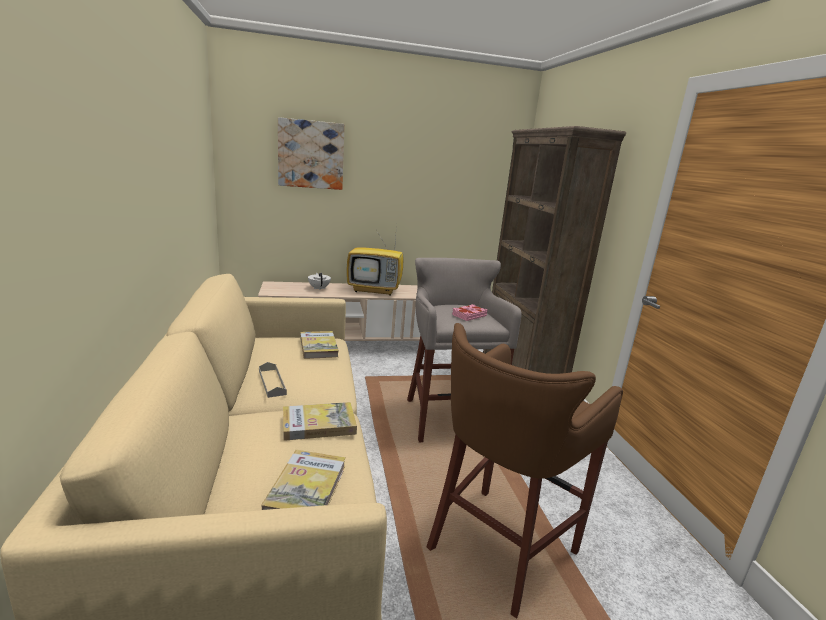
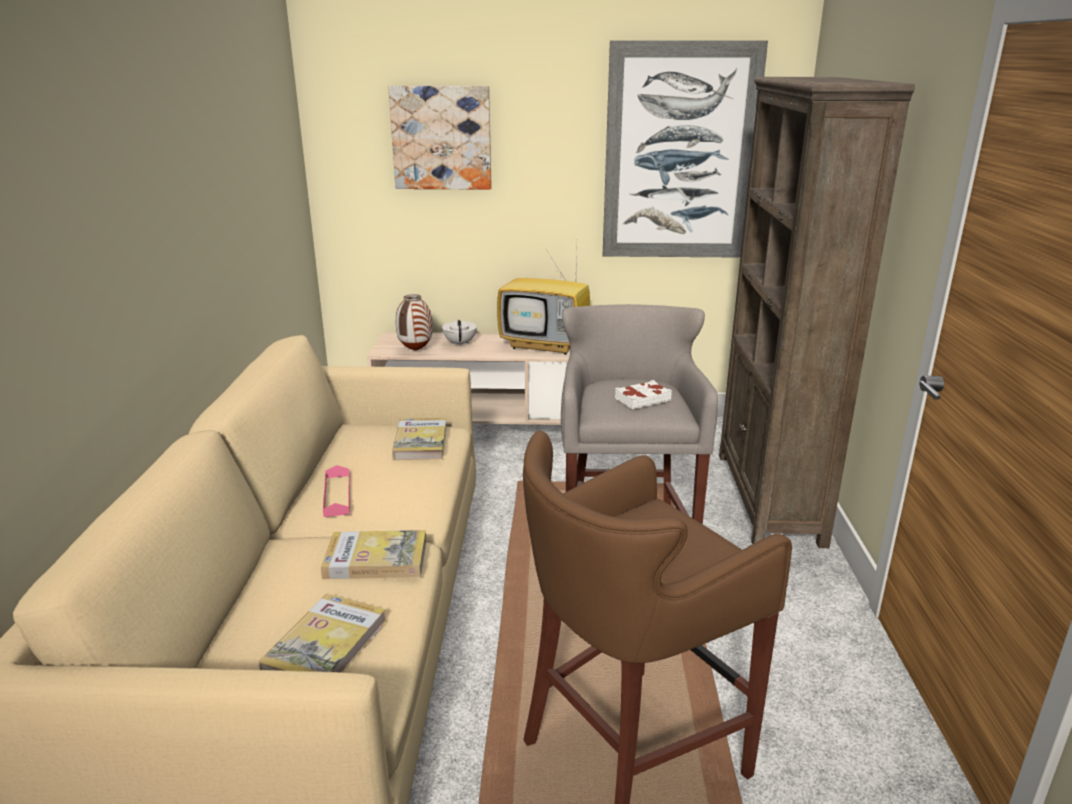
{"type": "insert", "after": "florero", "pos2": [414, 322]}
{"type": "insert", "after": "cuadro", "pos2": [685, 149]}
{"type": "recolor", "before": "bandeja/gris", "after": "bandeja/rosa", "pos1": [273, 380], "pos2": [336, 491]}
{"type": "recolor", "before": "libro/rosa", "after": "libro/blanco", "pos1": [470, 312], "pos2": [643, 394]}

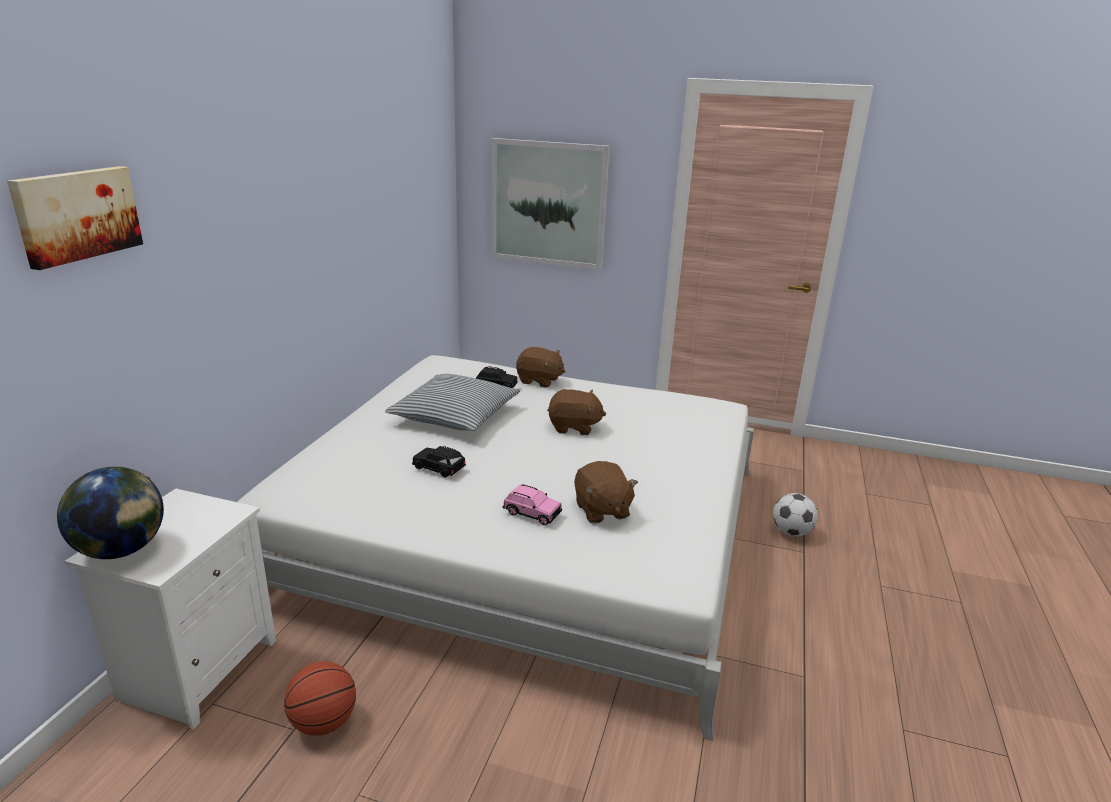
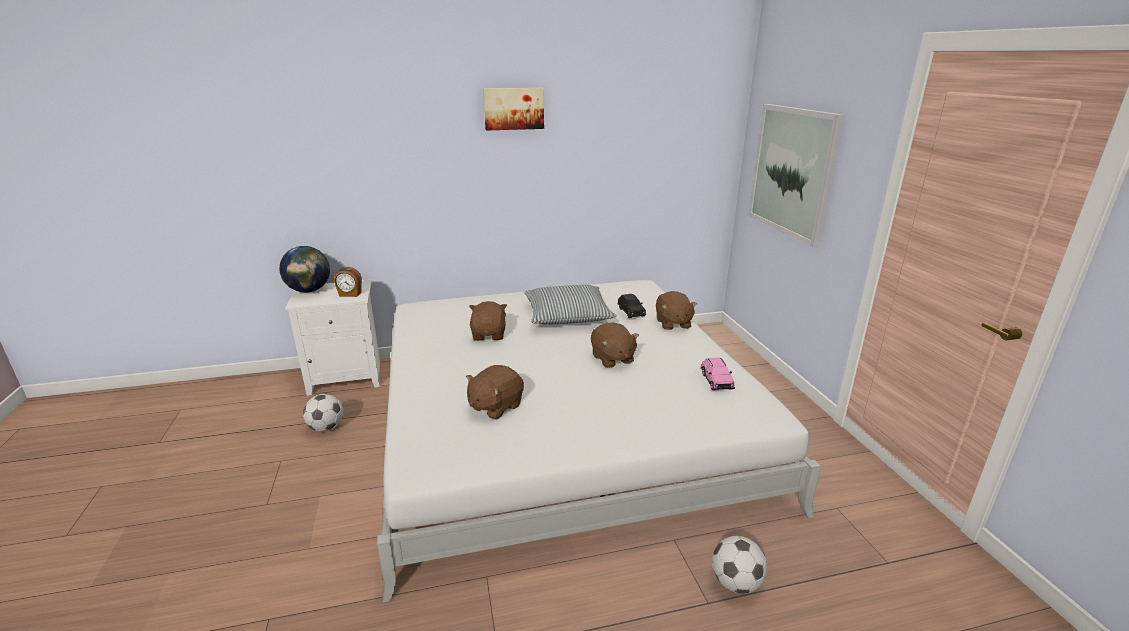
{"type": "insert", "after": "despertador", "pos2": [348, 282]}
{"type": "move", "before": "cuadro", "pos1": [75, 218], "pos2": [513, 109]}
{"type": "move", "before": "coche de juguete/rosa", "pos1": [532, 504], "pos2": [718, 374]}
{"type": "replace", "before": "balón de baloncesto", "after": "balón de fútbol", "pos1": [320, 698], "pos2": [323, 413]}
{"type": "replace", "before": "coche de juguete/negro", "after": "peluche/marrón", "pos1": [439, 462], "pos2": [488, 321]}

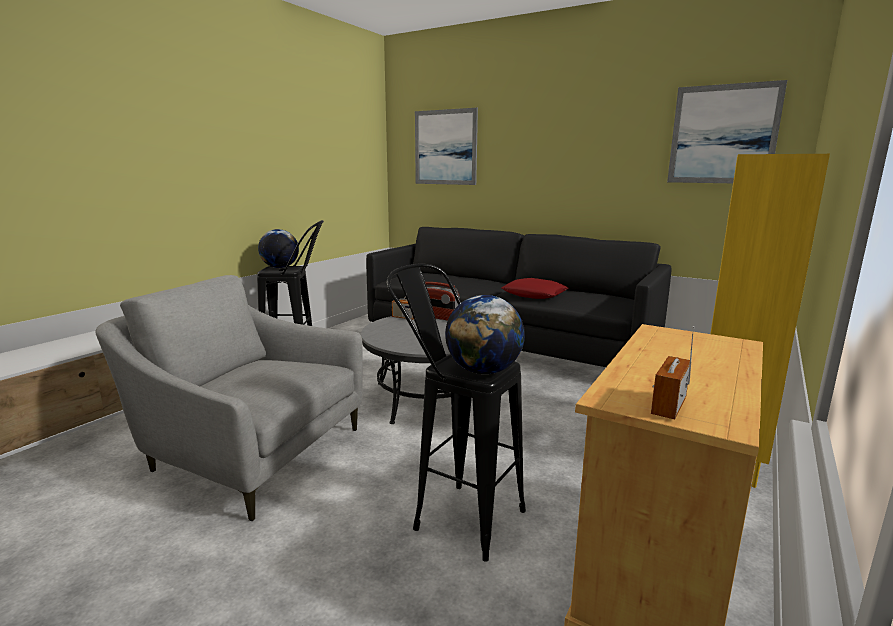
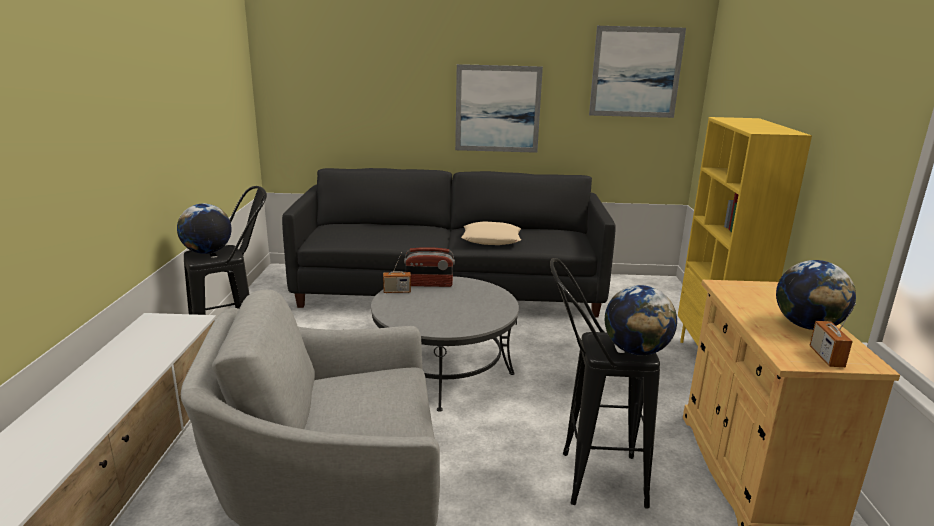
{"type": "insert", "after": "globo terráqueo", "pos2": [816, 295]}
{"type": "move", "before": "cuadro", "pos1": [446, 146], "pos2": [499, 108]}
{"type": "recolor", "before": "cojín/rojo", "after": "cojín/beis", "pos1": [535, 288], "pos2": [491, 233]}

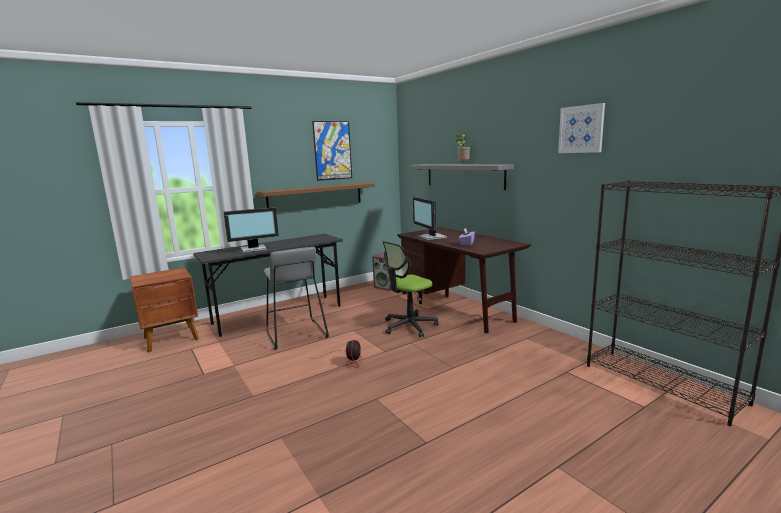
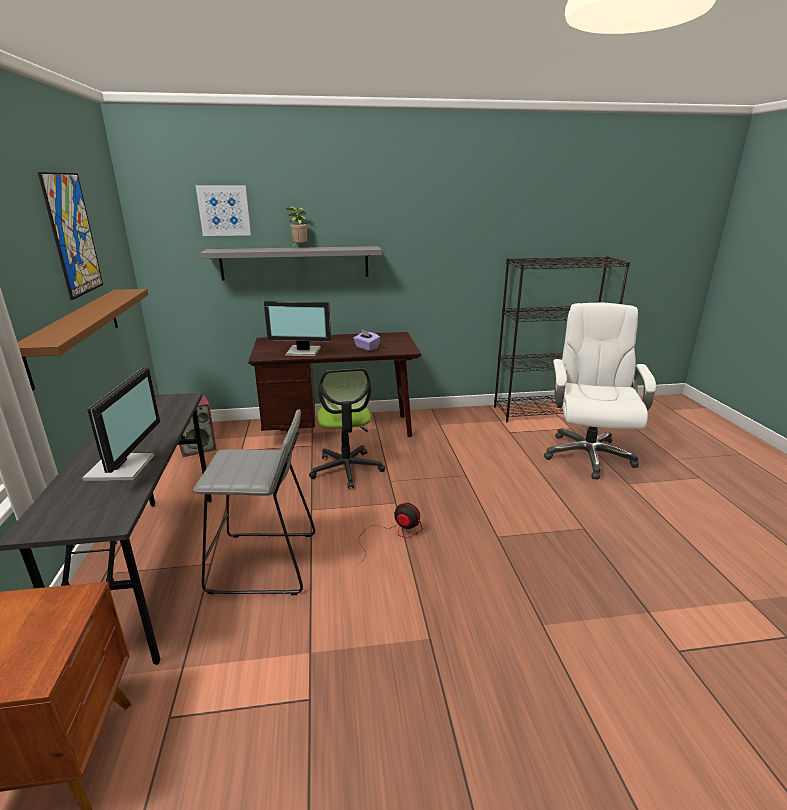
{"type": "insert", "after": "silla de oficina/blanco", "pos2": [600, 391]}
{"type": "move", "before": "cuadro", "pos1": [581, 128], "pos2": [223, 210]}

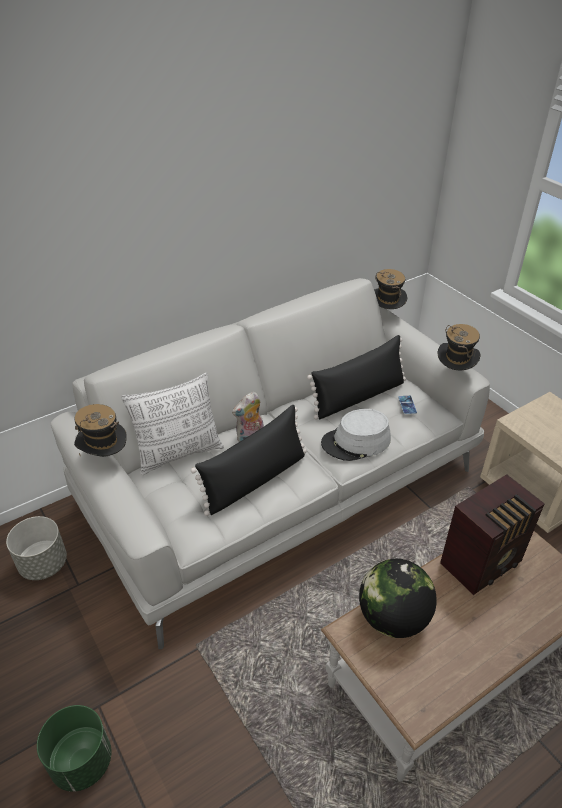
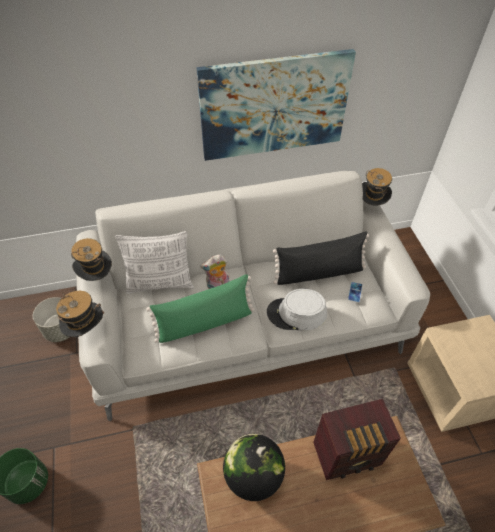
{"type": "insert", "after": "cuadro", "pos2": [276, 105]}
{"type": "move", "before": "sombrero", "pos1": [459, 347], "pos2": [80, 314]}
{"type": "recolor", "before": "cojín/negro", "after": "cojín/verde", "pos1": [249, 460], "pos2": [200, 308]}

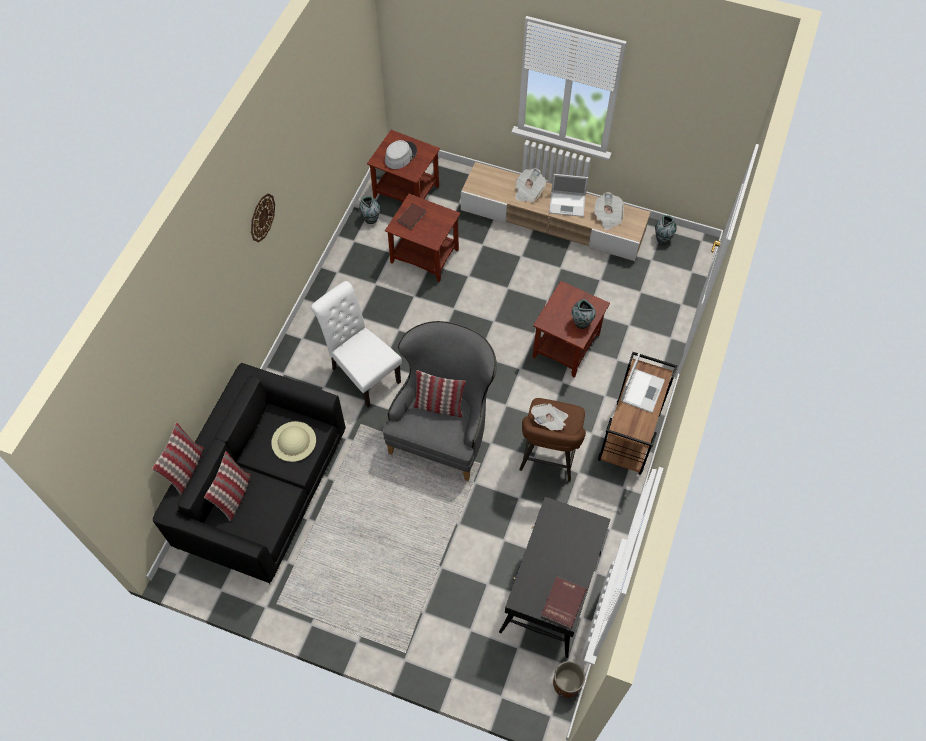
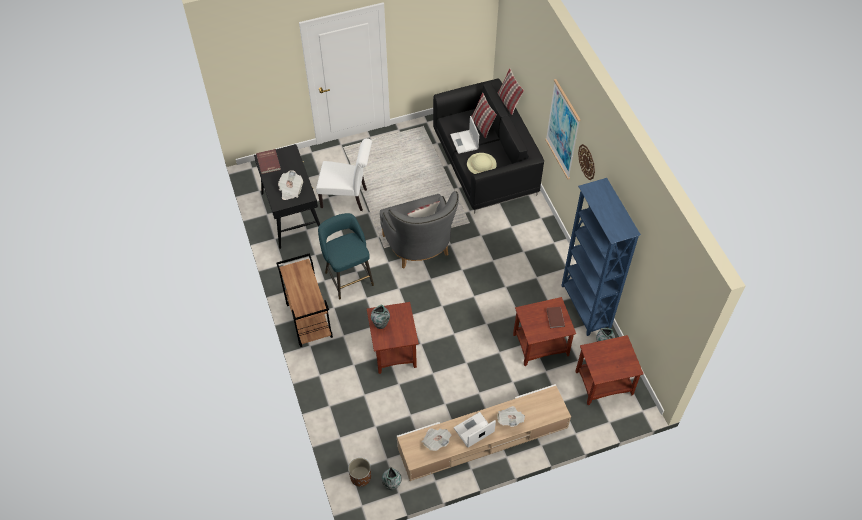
{"type": "delete", "before": "sombrero/gris", "pos1": [401, 154]}
{"type": "insert", "after": "cuadro", "pos2": [562, 129]}
{"type": "insert", "after": "estantería/azul", "pos2": [601, 257]}
{"type": "move", "before": "silla/blanco", "pos1": [356, 344], "pos2": [344, 174]}
{"type": "move", "before": "periódico", "pos1": [549, 416], "pos2": [290, 185]}
{"type": "move", "before": "maceta/marrón", "pos1": [569, 679], "pos2": [359, 472]}
{"type": "move", "before": "portátil", "pos1": [643, 383], "pos2": [464, 135]}
{"type": "recolor", "before": "taburete/marrón", "after": "taburete/turquesa", "pos1": [552, 439], "pos2": [346, 256]}

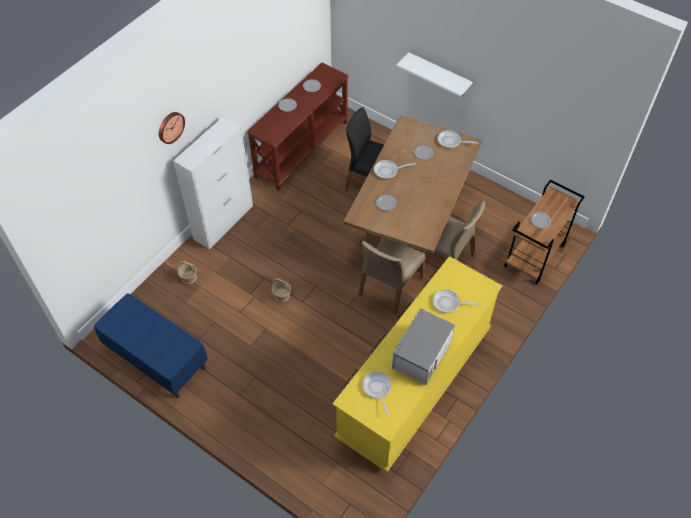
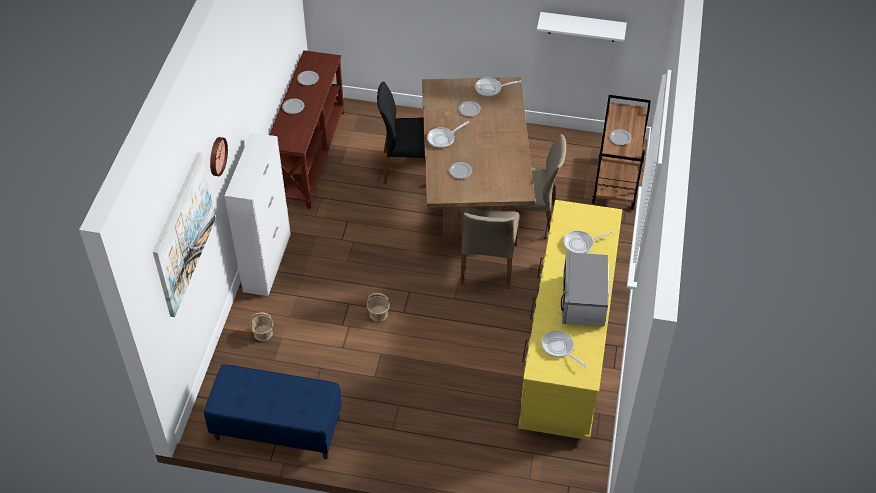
{"type": "insert", "after": "cuadro", "pos2": [184, 234]}
{"type": "move", "before": "estante/blanco", "pos1": [434, 74], "pos2": [582, 27]}

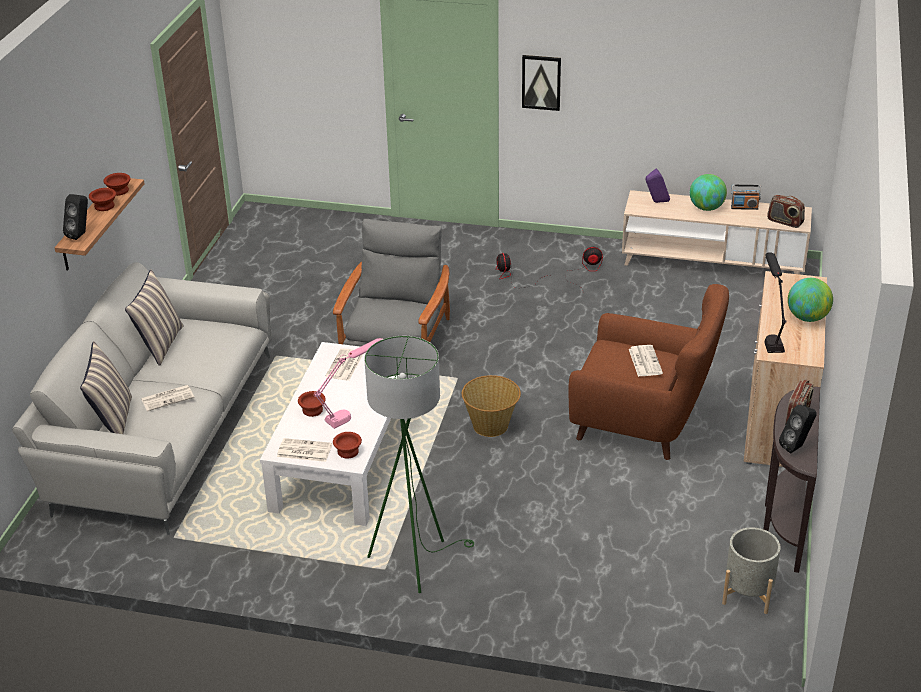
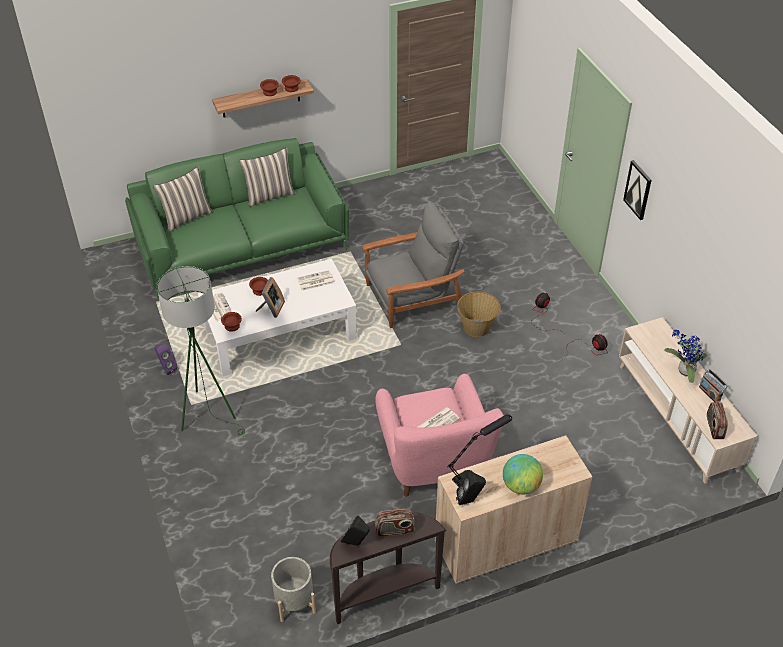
{"type": "delete", "before": "periódico", "pos1": [167, 398]}
{"type": "move", "before": "altavoz/negro", "pos1": [75, 217], "pos2": [471, 488]}
{"type": "move", "before": "cesta", "pos1": [491, 406], "pos2": [479, 314]}
{"type": "move", "before": "altavoz/morado", "pos1": [658, 185], "pos2": [165, 359]}
{"type": "replace", "before": "lámpara de mesa/rosa", "after": "portarretratos", "pos1": [348, 383], "pos2": [270, 297]}
{"type": "replace", "before": "globo terráqueo", "after": "planta en maceta", "pos1": [708, 192], "pos2": [685, 356]}
{"type": "recolor", "before": "sofá/gris", "after": "sofá/verde", "pos1": [142, 398], "pos2": [237, 218]}
{"type": "recolor", "before": "sillón/marrón", "after": "sillón/rosa", "pos1": [648, 372], "pos2": [440, 435]}

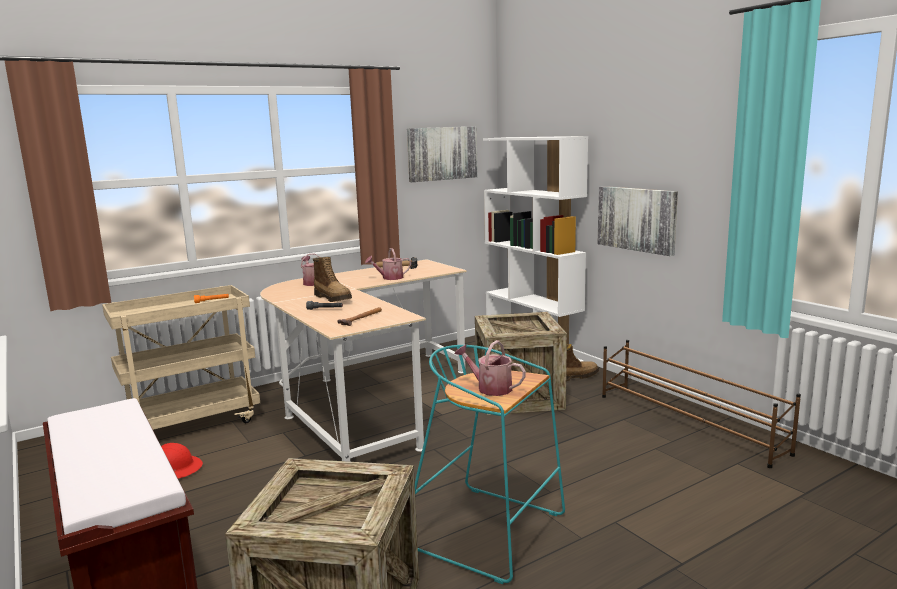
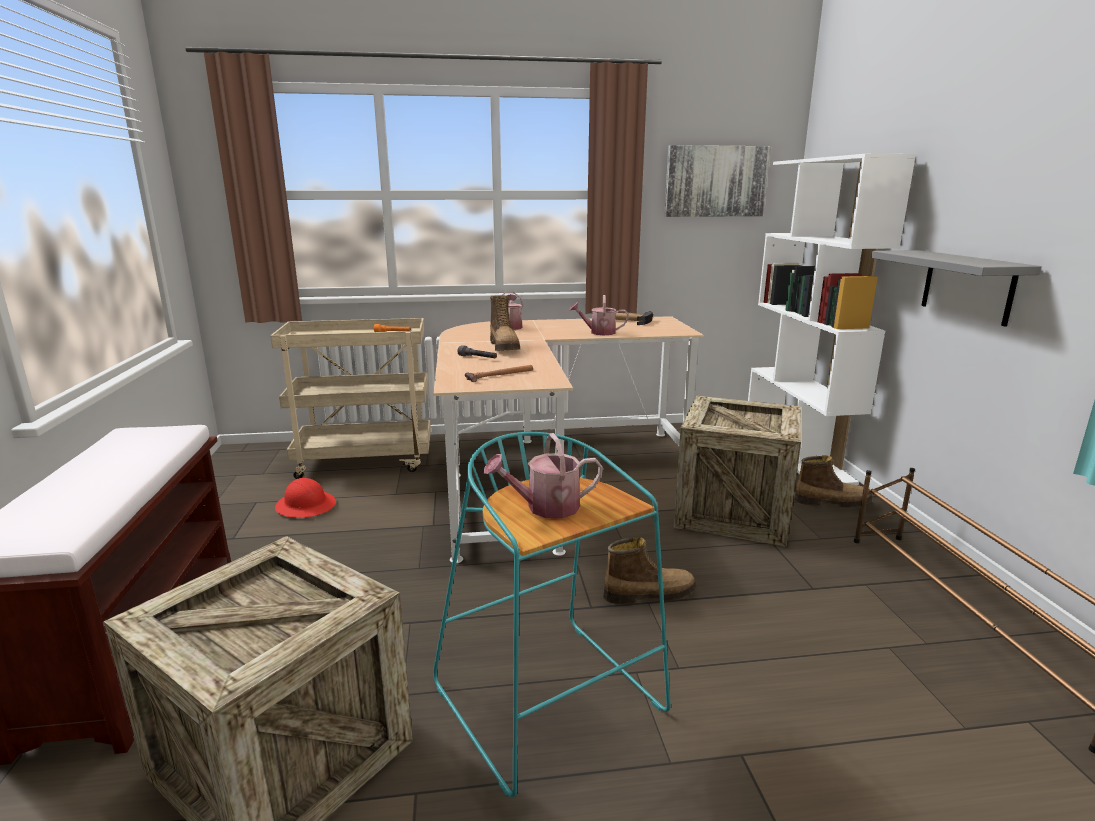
{"type": "insert", "after": "bota", "pos2": [650, 570]}
{"type": "replace", "before": "cuadro", "after": "estante/gris", "pos1": [638, 221], "pos2": [956, 288]}
{"type": "rotate", "before": "regadera", "pos1": [490, 368], "pos2": [543, 475], "turn": -75}

